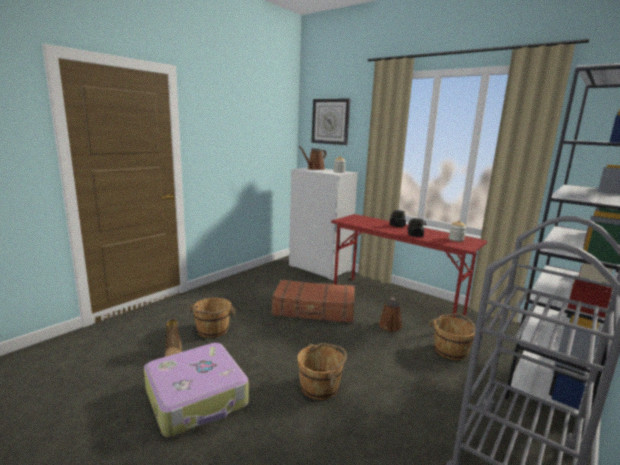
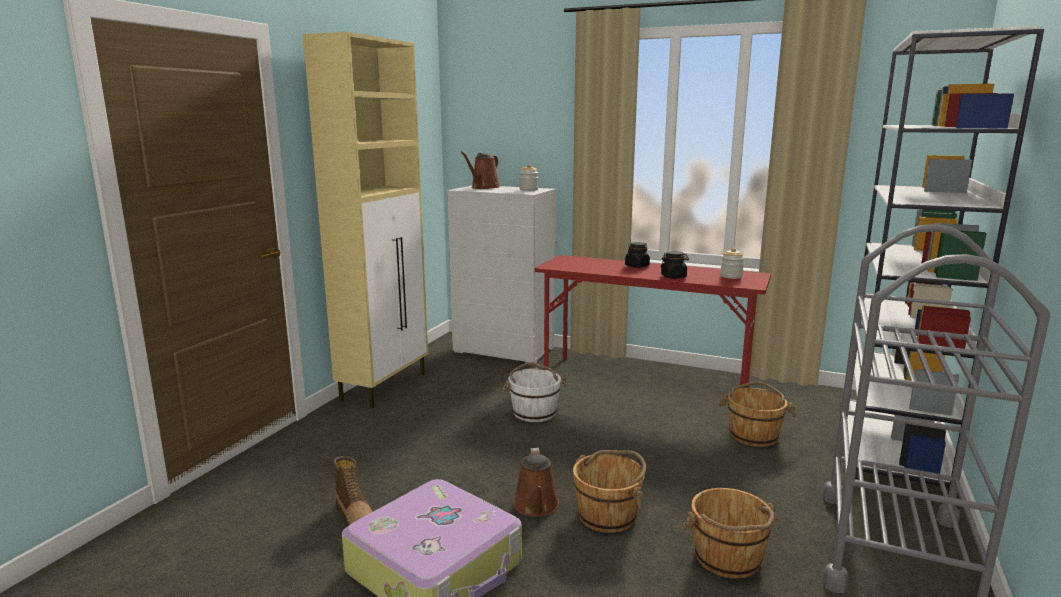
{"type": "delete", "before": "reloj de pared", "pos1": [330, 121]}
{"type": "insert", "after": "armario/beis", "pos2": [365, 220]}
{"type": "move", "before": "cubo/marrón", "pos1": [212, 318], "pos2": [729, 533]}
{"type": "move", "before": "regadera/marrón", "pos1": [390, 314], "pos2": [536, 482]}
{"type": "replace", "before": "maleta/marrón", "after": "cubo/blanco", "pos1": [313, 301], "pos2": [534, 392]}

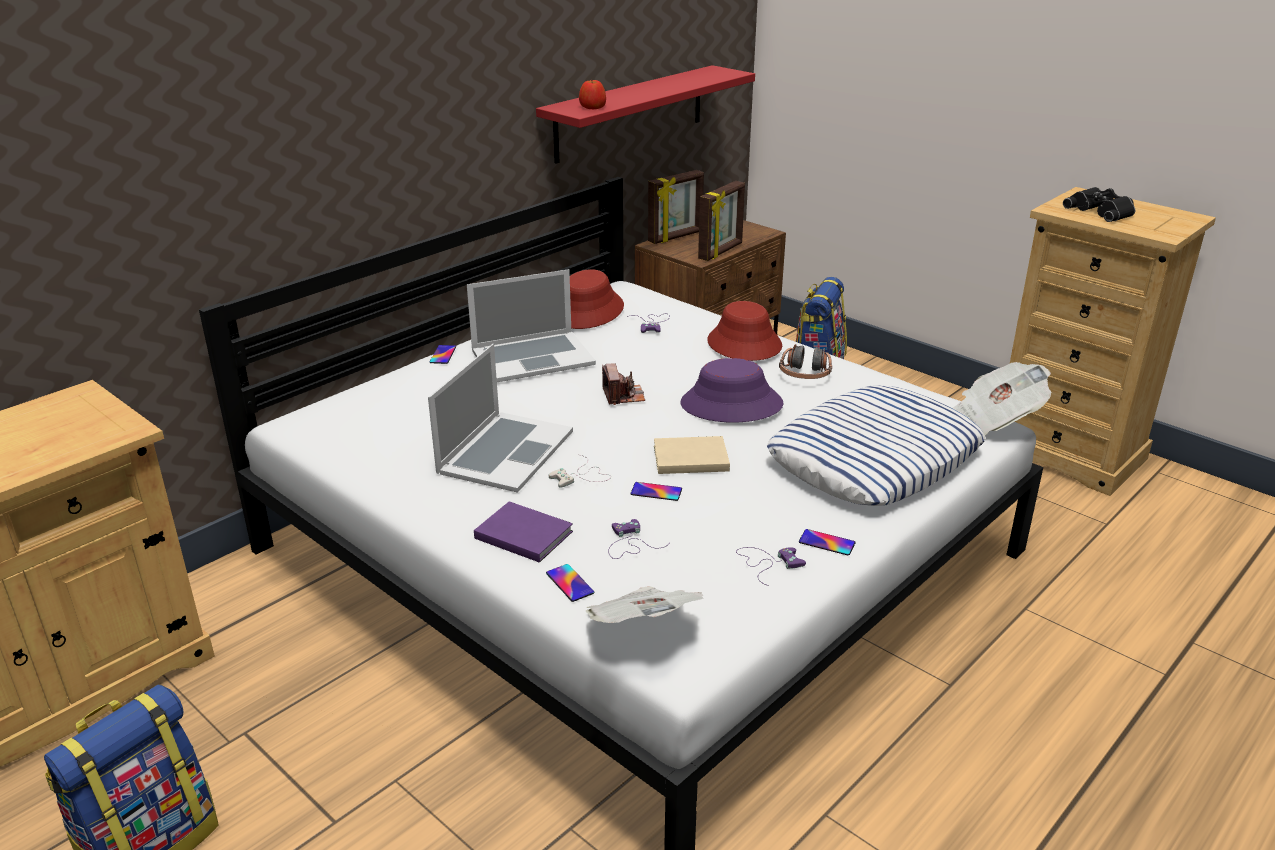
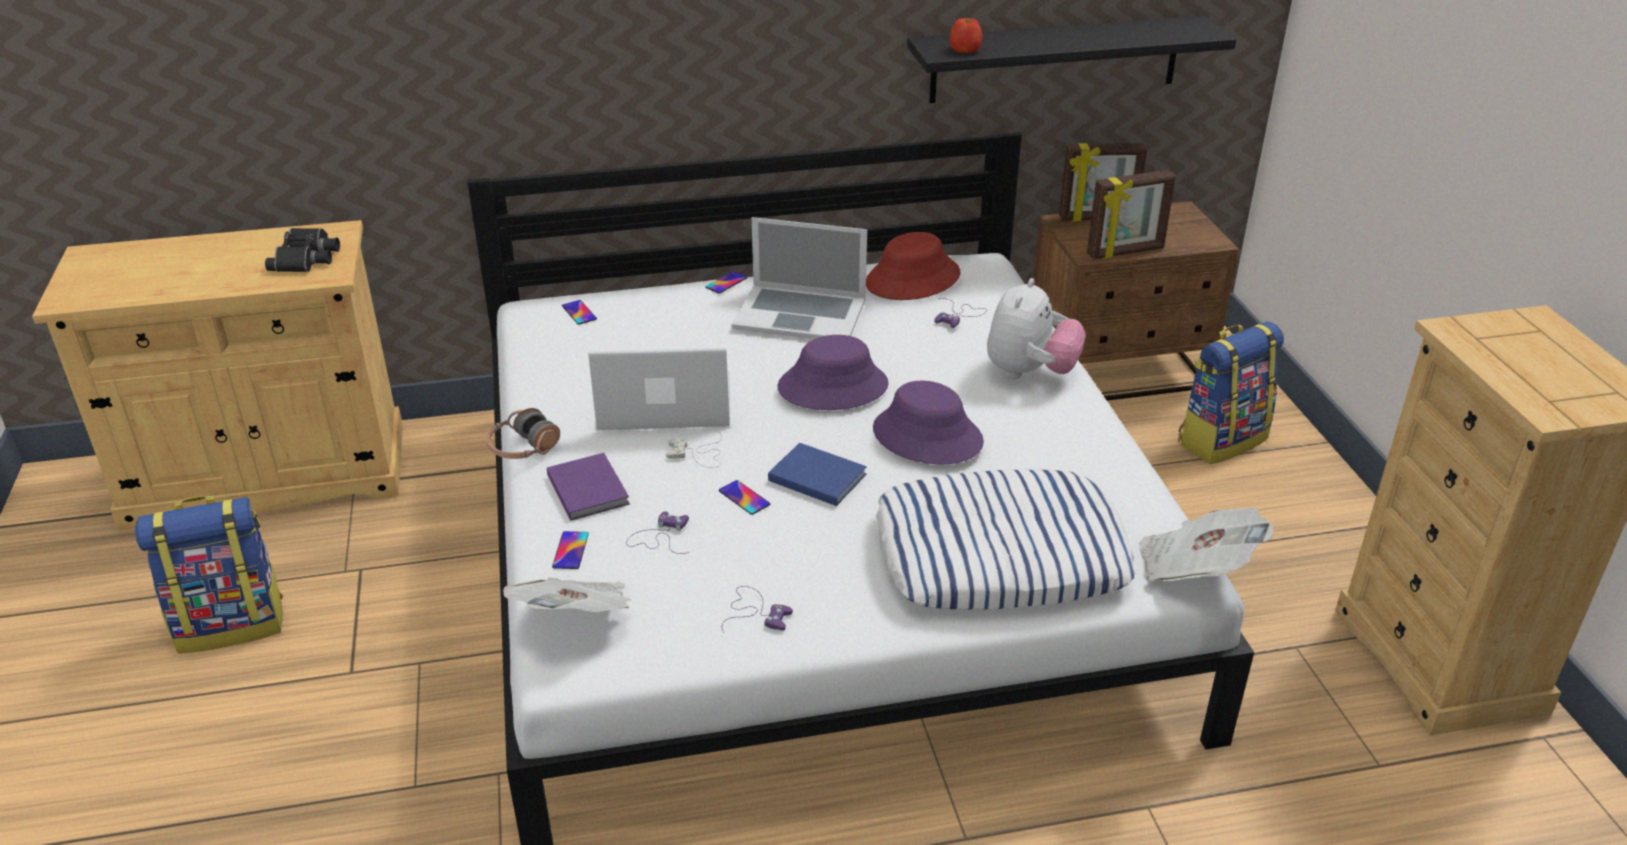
{"type": "move", "before": "auriculares", "pos1": [805, 361], "pos2": [523, 433]}
{"type": "move", "before": "móvil", "pos1": [827, 542], "pos2": [579, 312]}
{"type": "move", "before": "prismáticos/negro", "pos1": [1099, 204], "pos2": [302, 250]}
{"type": "replace", "before": "cámara", "after": "sombrero/morado", "pos1": [623, 384], "pos2": [833, 372]}
{"type": "replace", "before": "sombrero/rojo", "after": "peluche", "pos1": [744, 331], "pos2": [1036, 328]}
{"type": "recolor", "before": "estante/rojo", "after": "estante/negro", "pos1": [645, 114], "pos2": [1071, 59]}
{"type": "recolor", "before": "libro/beis", "after": "libro/azul", "pos1": [692, 455], "pos2": [817, 474]}
{"type": "rotate", "before": "portátil", "pos1": [500, 418], "pos2": [659, 389], "turn": -150}

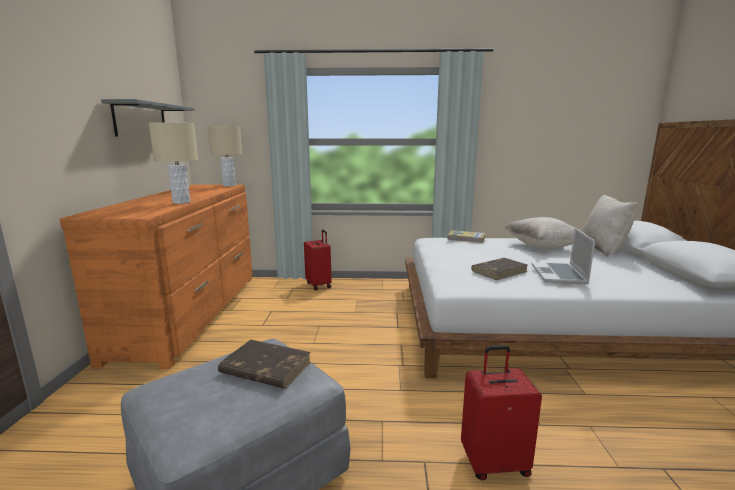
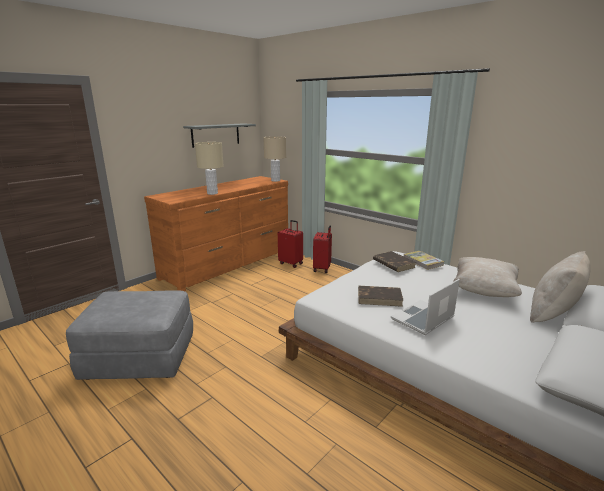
{"type": "move", "before": "libro/marrón", "pos1": [264, 364], "pos2": [394, 261]}
{"type": "move", "before": "maleta/rojo", "pos1": [501, 412], "pos2": [290, 244]}

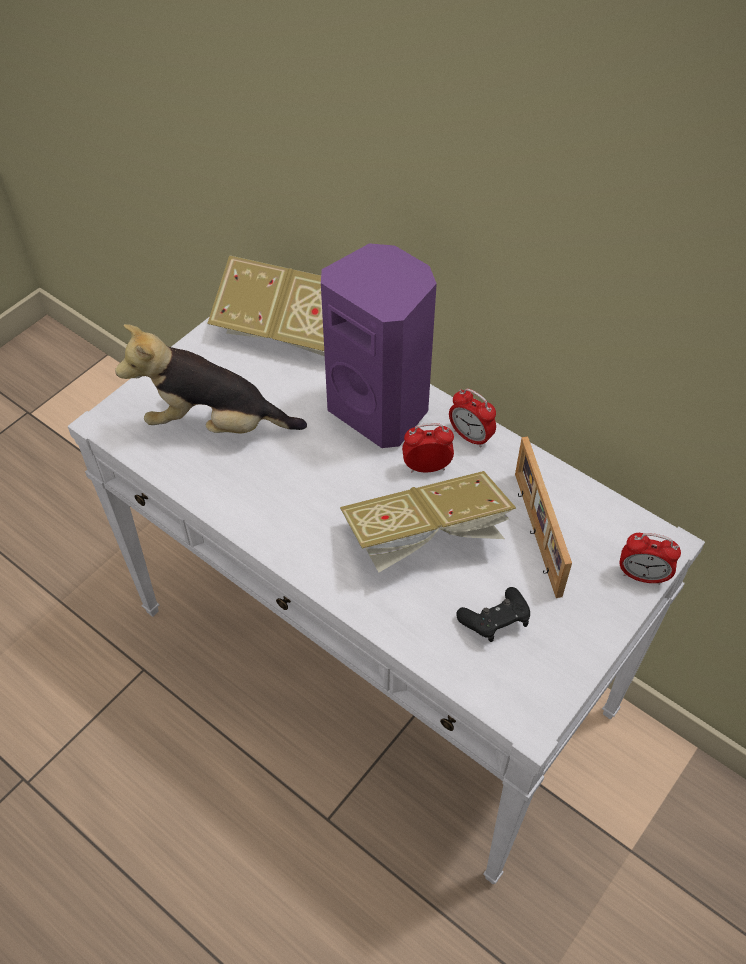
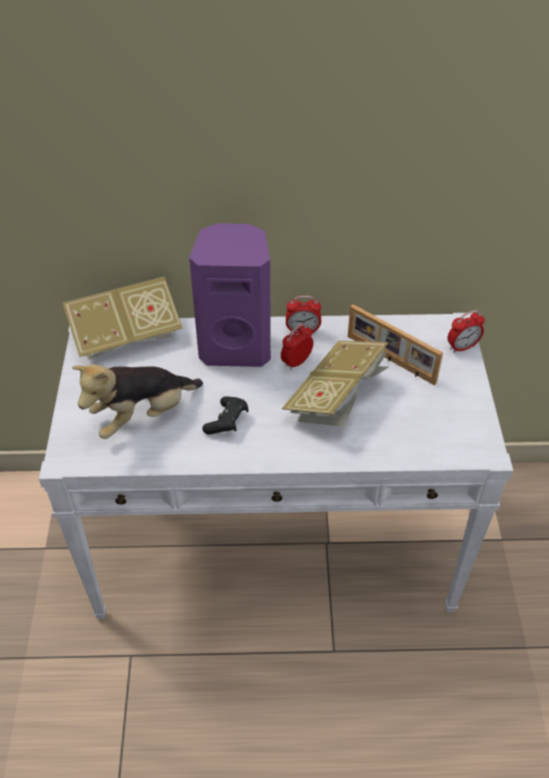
{"type": "move", "before": "mando de consola/negro", "pos1": [493, 614], "pos2": [225, 415]}

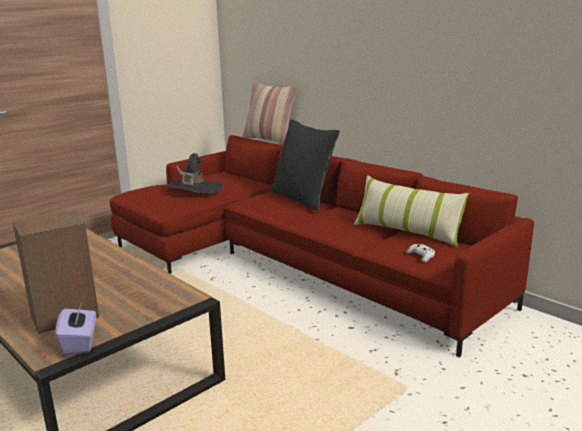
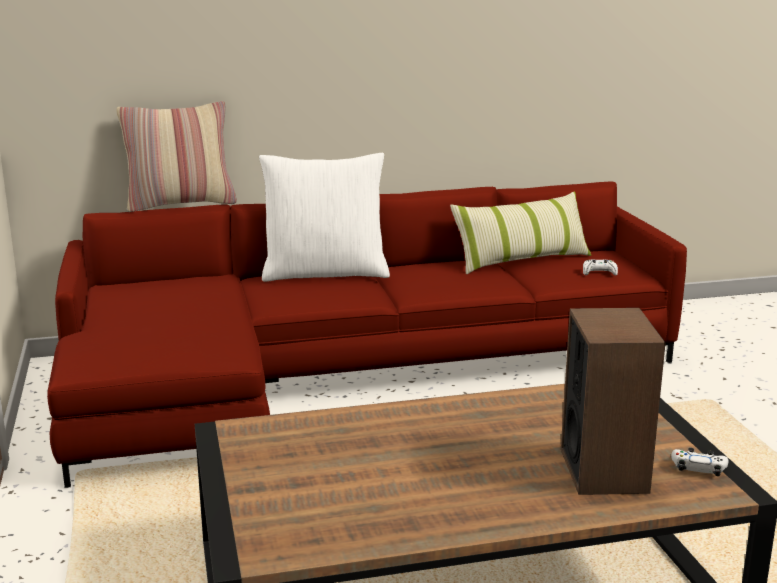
{"type": "delete", "before": "sombrero/negro", "pos1": [194, 173]}
{"type": "replace", "before": "caja de pañuelos/morado", "after": "mando de consola/blanco", "pos1": [75, 329], "pos2": [700, 462]}
{"type": "recolor", "before": "cojín/negro", "after": "cojín/blanco", "pos1": [305, 165], "pos2": [324, 217]}

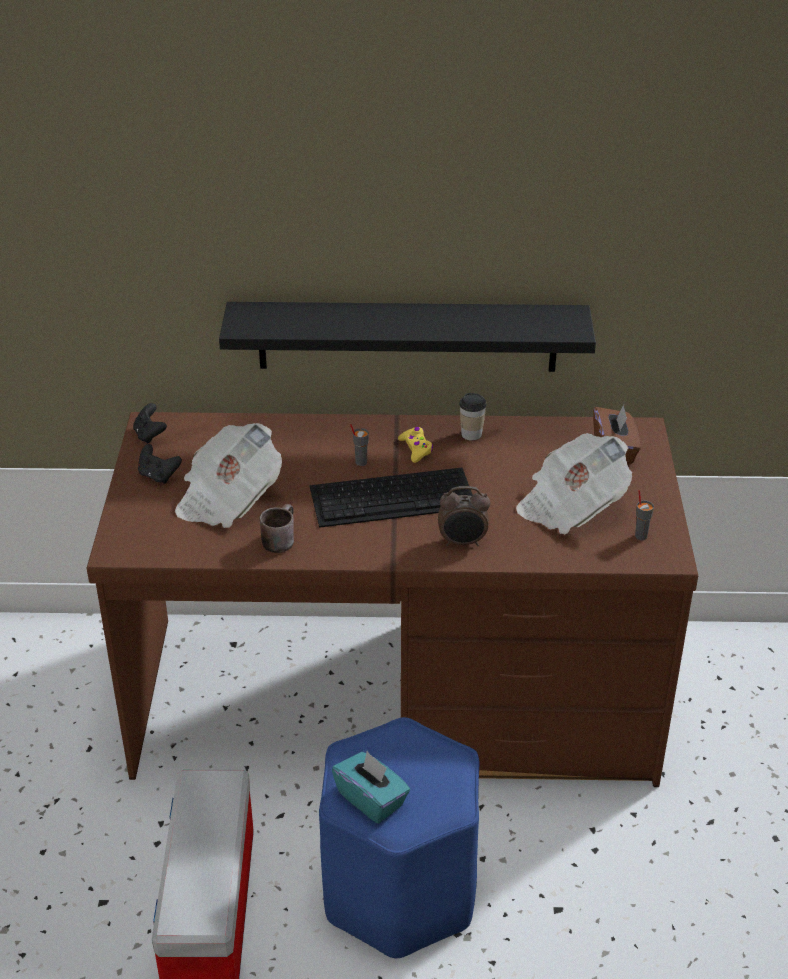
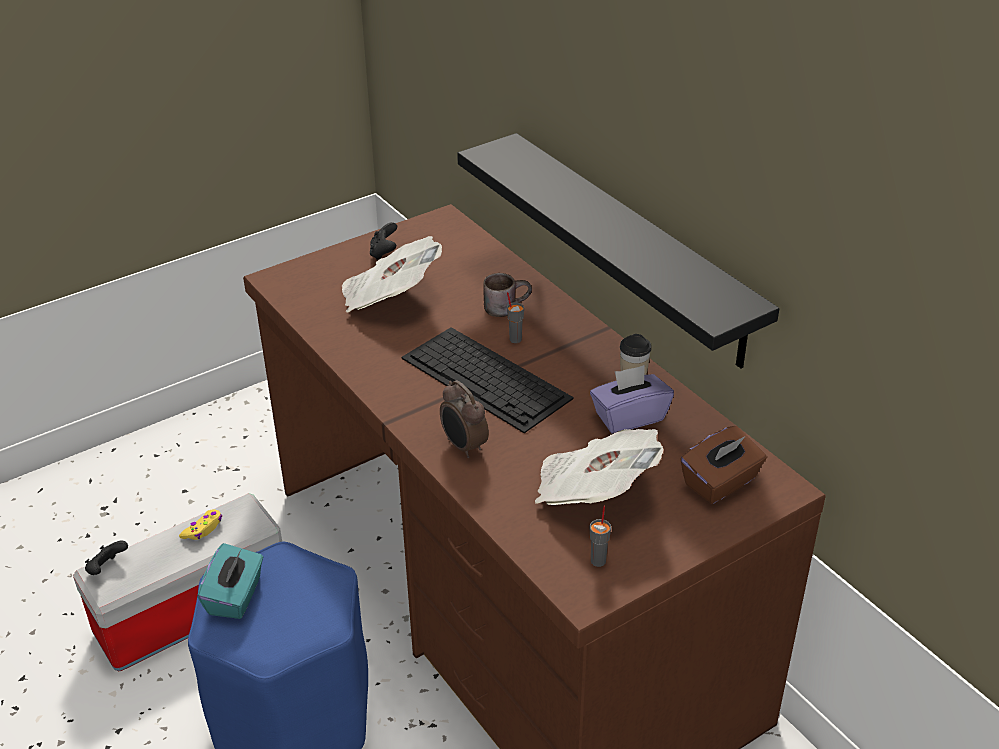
{"type": "insert", "after": "caja de pañuelos/morado", "pos2": [632, 399]}
{"type": "move", "before": "mando de consola/negro", "pos1": [150, 423], "pos2": [106, 557]}
{"type": "move", "before": "taza grande/marrón", "pos1": [276, 528], "pos2": [507, 295]}
{"type": "move", "before": "mando de consola/amarillo", "pos1": [415, 445], "pos2": [200, 524]}

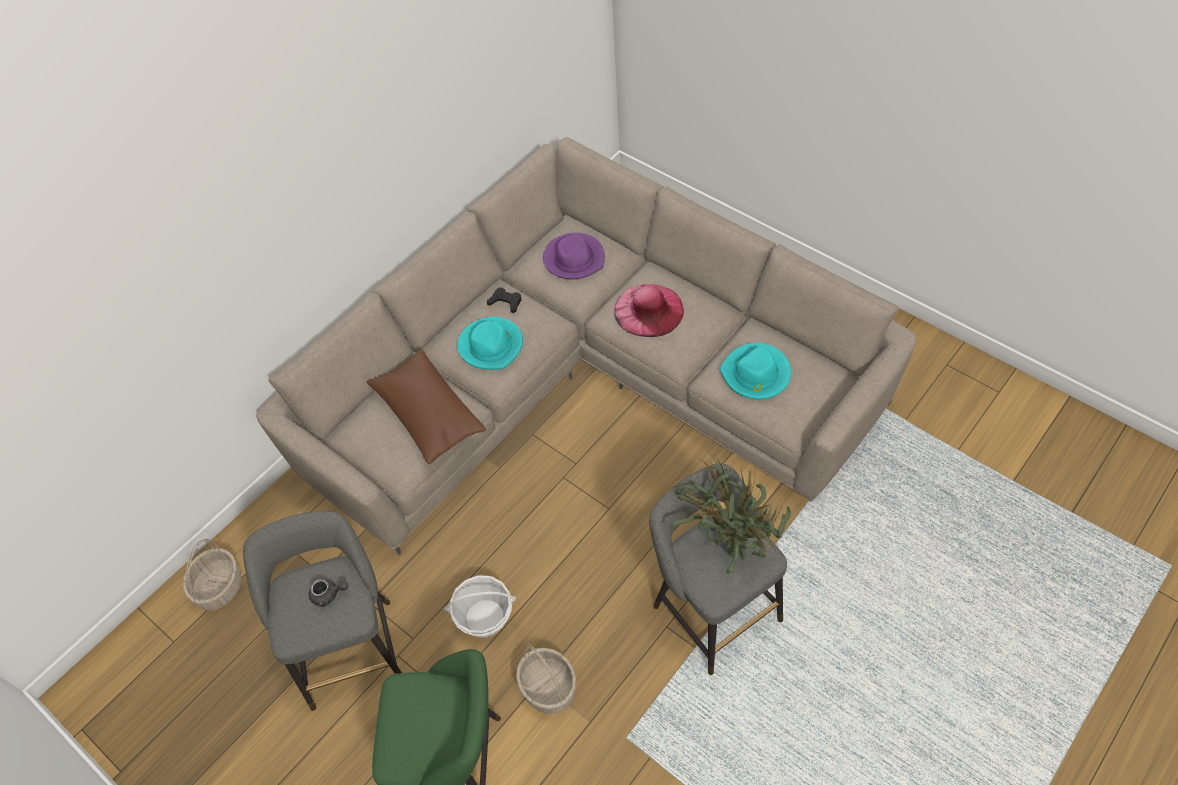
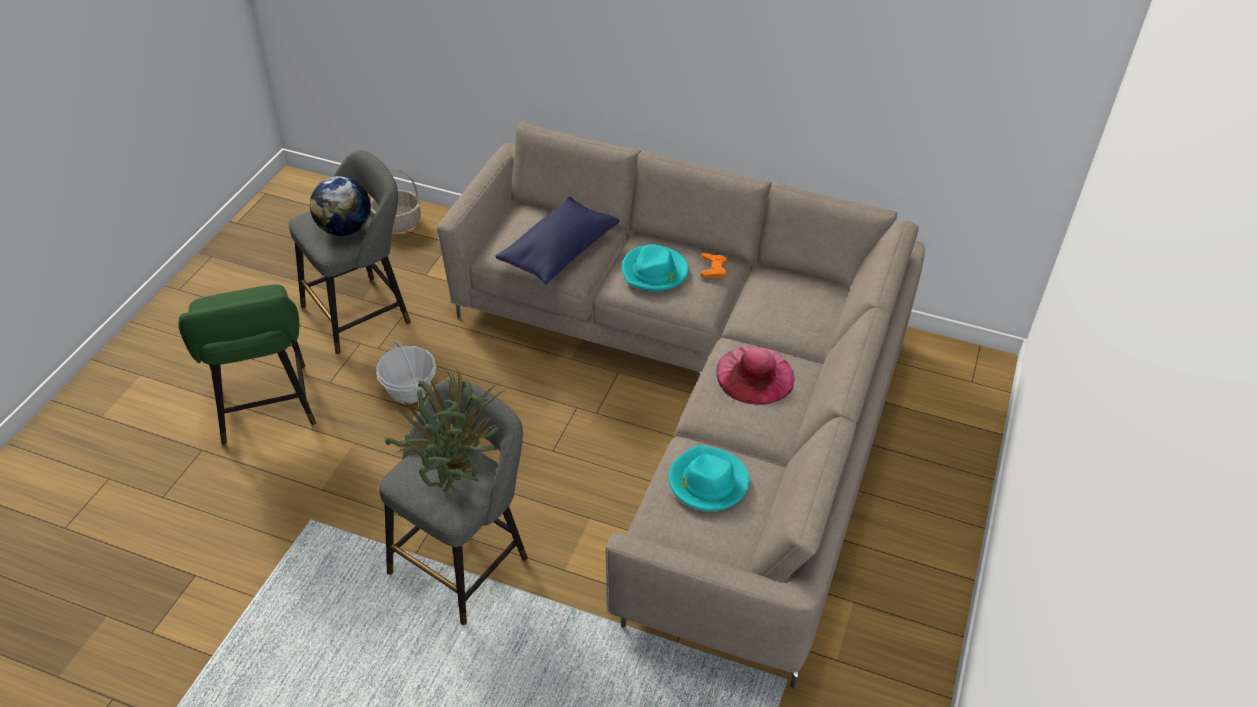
{"type": "delete", "before": "cesta", "pos1": [546, 679]}
{"type": "delete", "before": "sombrero/morado", "pos1": [574, 256]}
{"type": "replace", "before": "tetera/gris", "after": "globo terráqueo", "pos1": [328, 593], "pos2": [340, 206]}
{"type": "recolor", "before": "cojín/marrón", "after": "cojín/azul", "pos1": [426, 407], "pos2": [557, 240]}
{"type": "recolor", "before": "mando de consola/negro", "after": "mando de consola/naranja", "pos1": [504, 300], "pos2": [714, 265]}

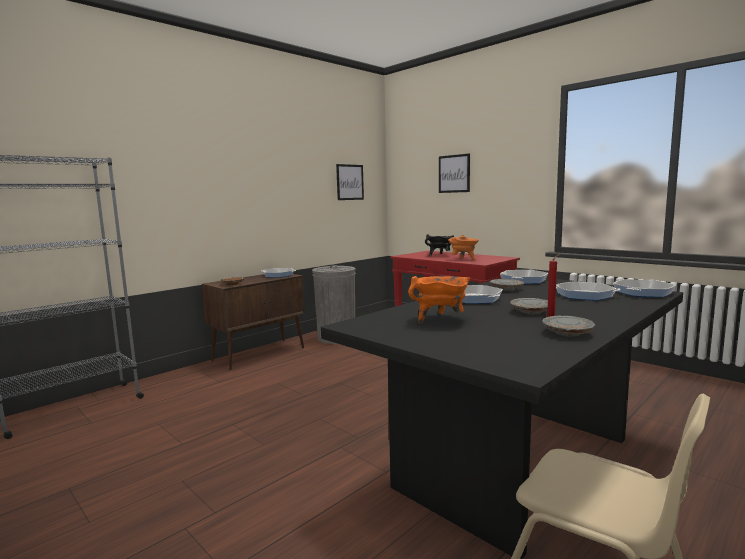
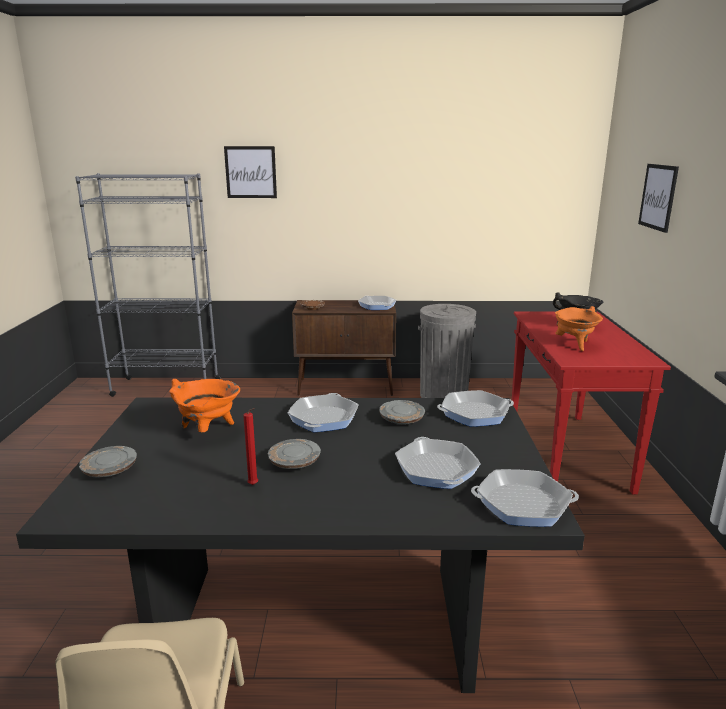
{"type": "move", "before": "cuadro", "pos1": [350, 182], "pos2": [250, 172]}
{"type": "move", "before": "plato/gris", "pos1": [568, 326], "pos2": [108, 461]}

